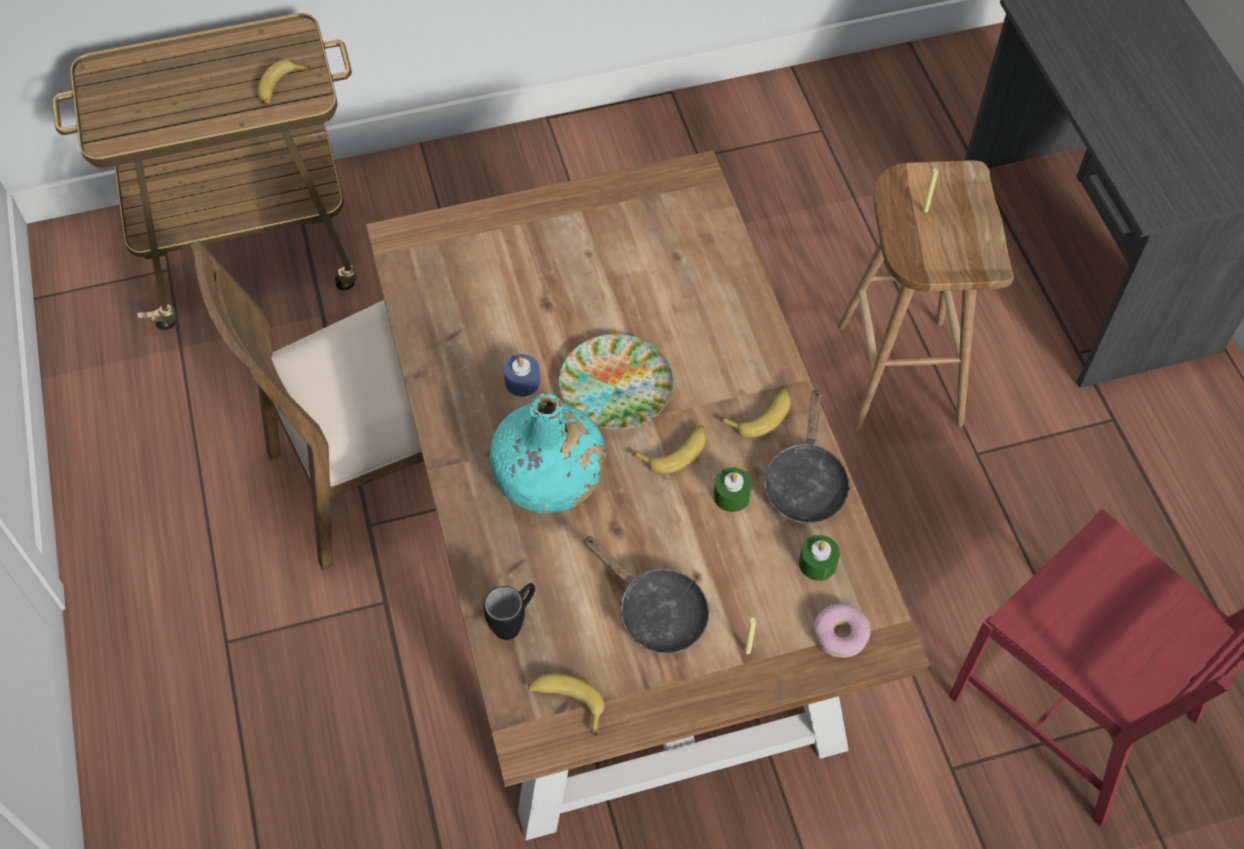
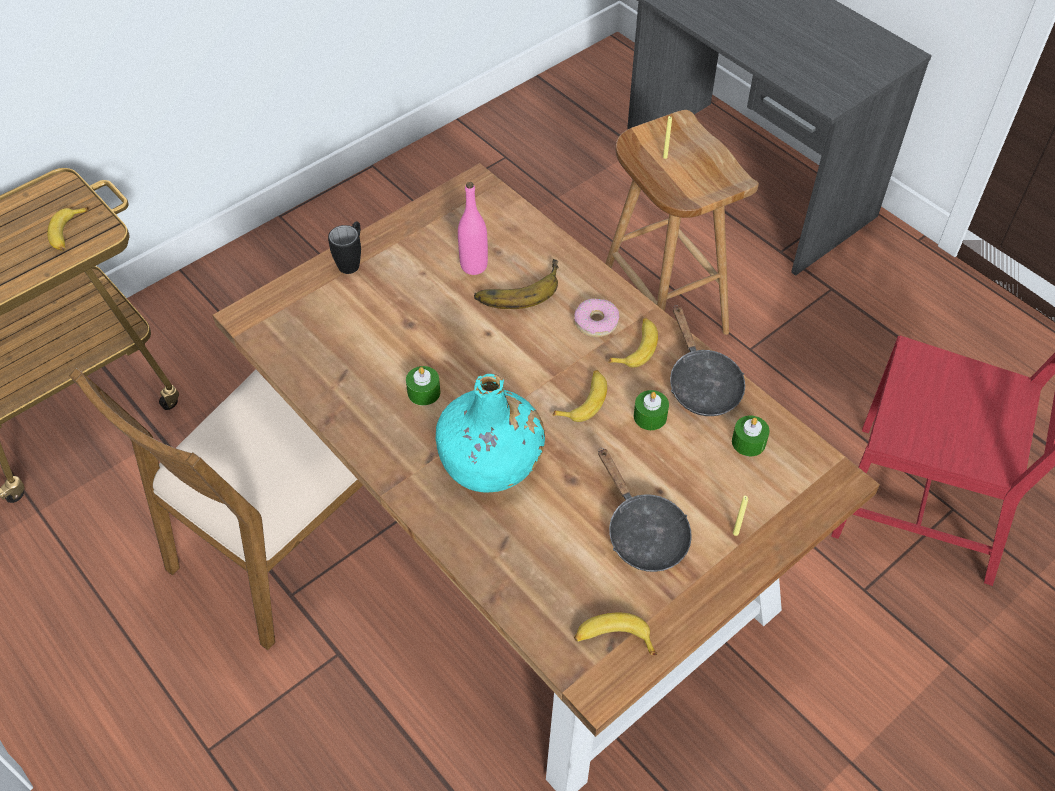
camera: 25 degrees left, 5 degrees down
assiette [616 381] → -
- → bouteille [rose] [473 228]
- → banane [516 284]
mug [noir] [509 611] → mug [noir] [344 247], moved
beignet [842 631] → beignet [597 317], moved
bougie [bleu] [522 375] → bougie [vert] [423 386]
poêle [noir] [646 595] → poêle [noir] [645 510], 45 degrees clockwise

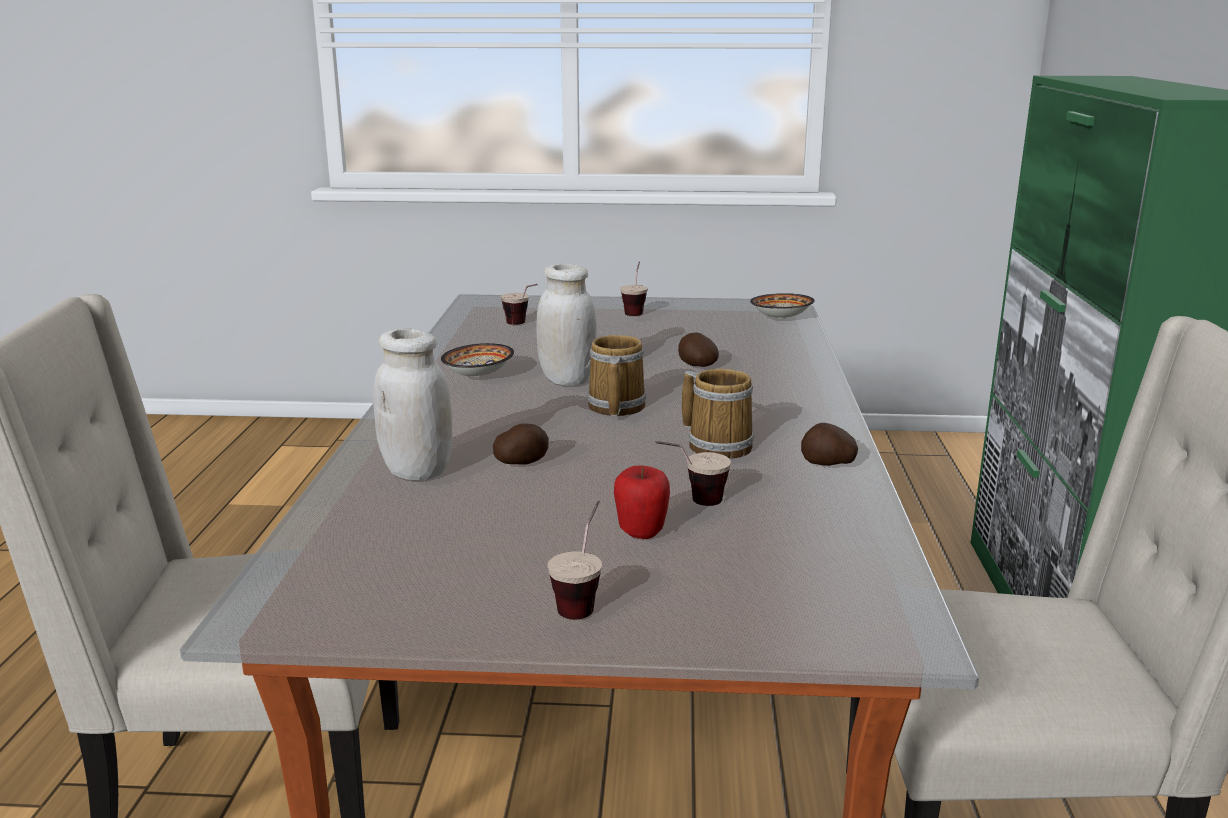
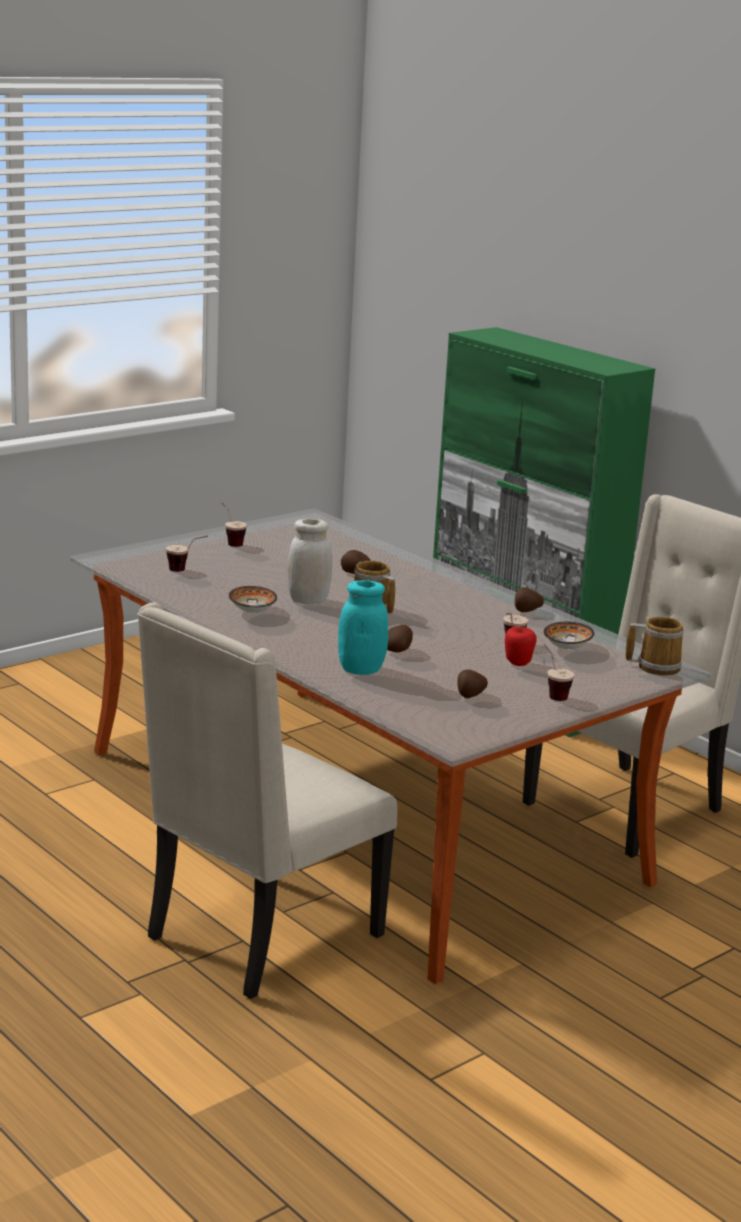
camera: 45 degrees left, 0 degrees up
- → pomme de terre [472 684]
mug [718 413] → mug [655 646], moved
bol [782 306] → bol [569 635], moved
bocal [blanc] [412 404] → bocal [turquoise] [363 627]

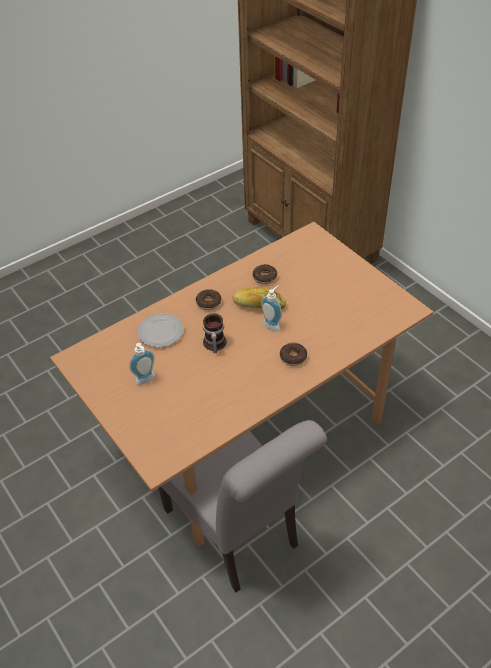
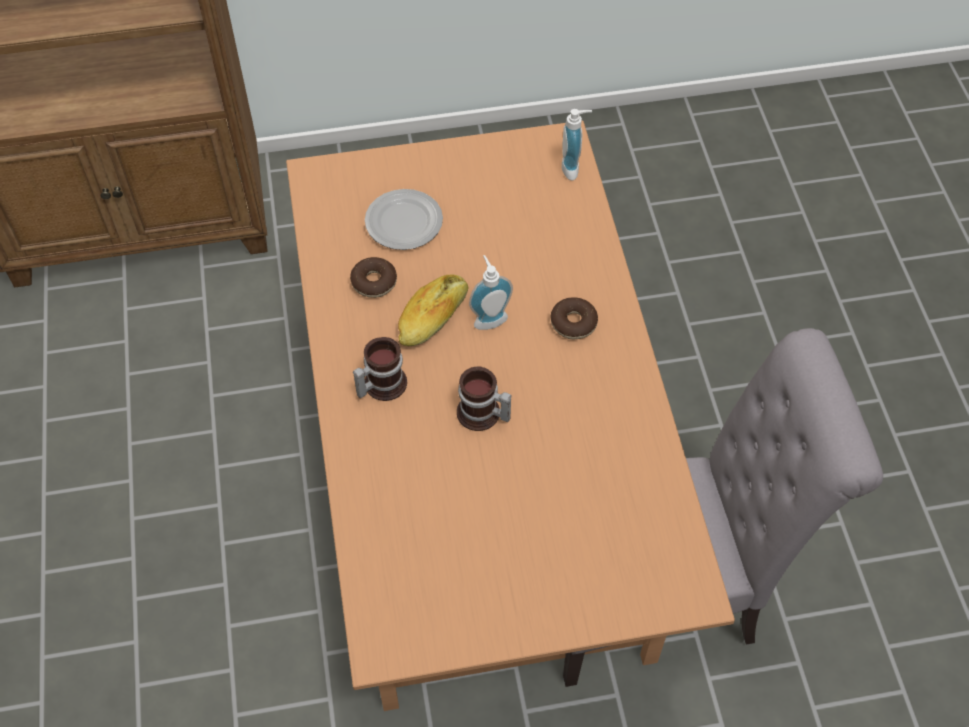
camera: 65 degrees left, 10 degrees up
distributeur de savon [142 364] → distributeur de savon [577 145], moved
assiette [160 330] → assiette [404 219], moved
beignet [208 299] → mug [380 369]

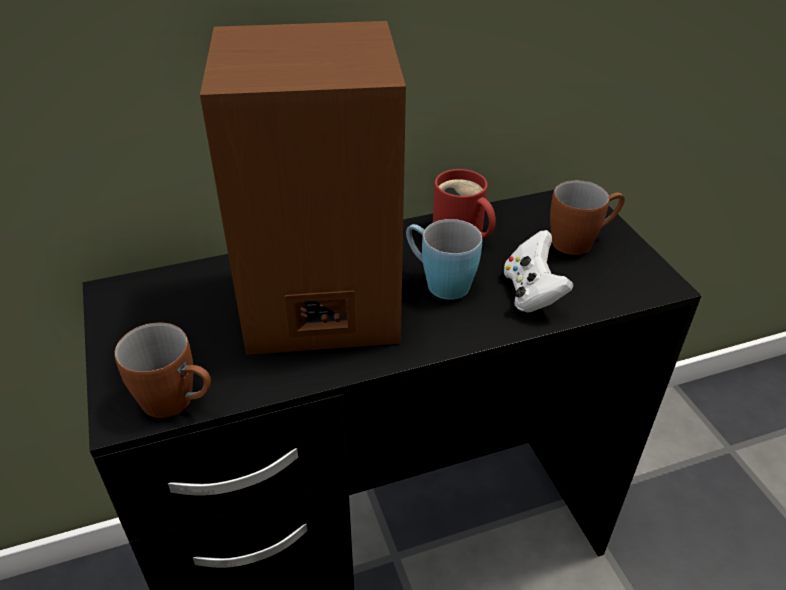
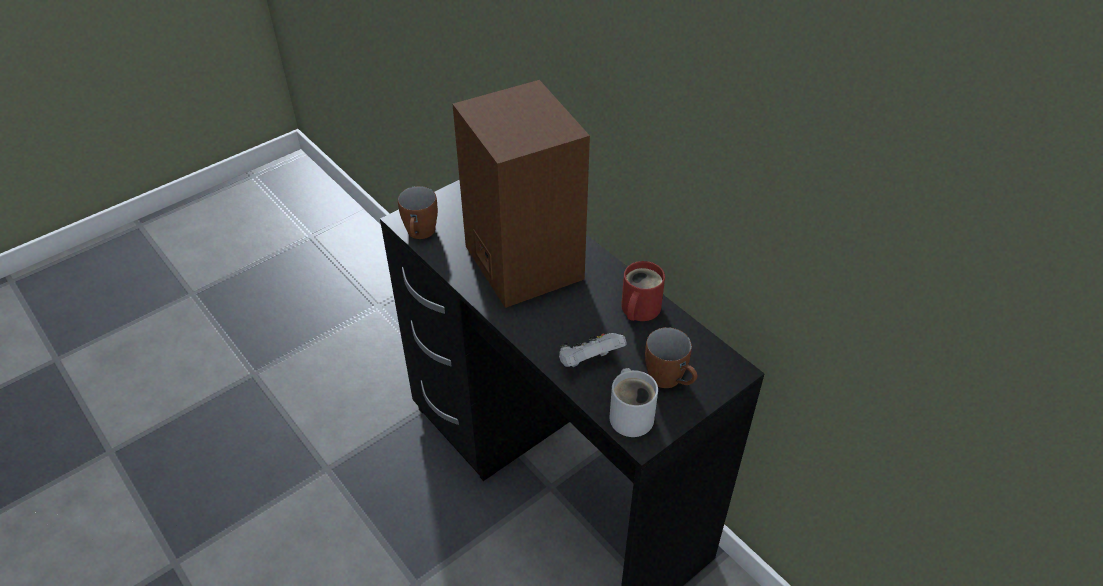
camera: 70 degrees right, 5 degrees up
mug [bleu] [444 259] → -
- → mug [blanc] [634 402]

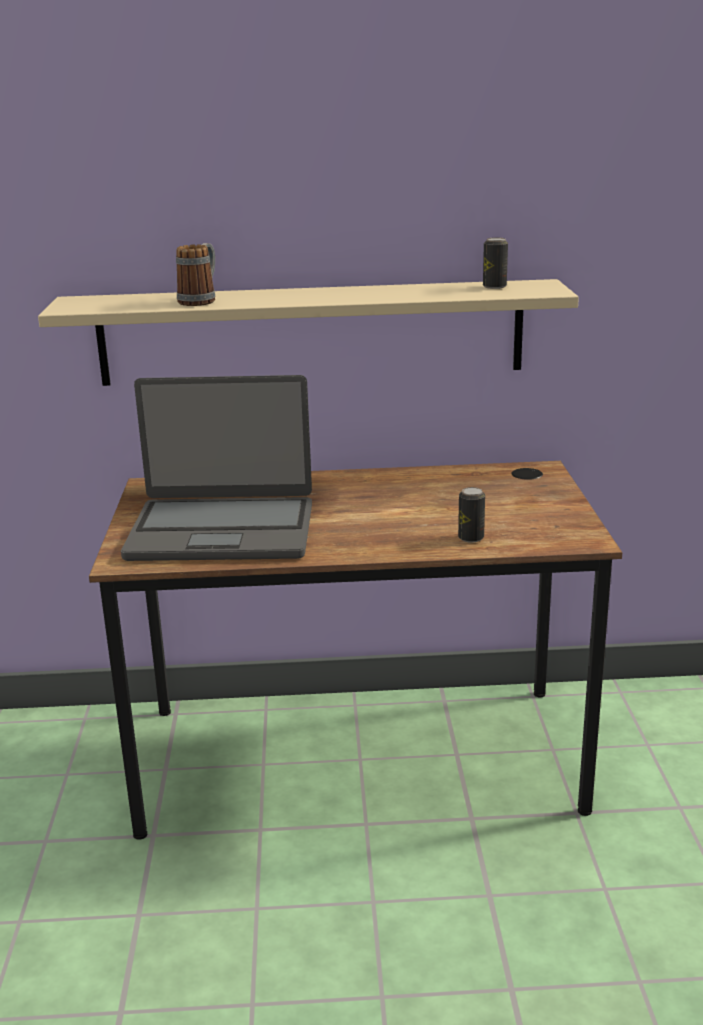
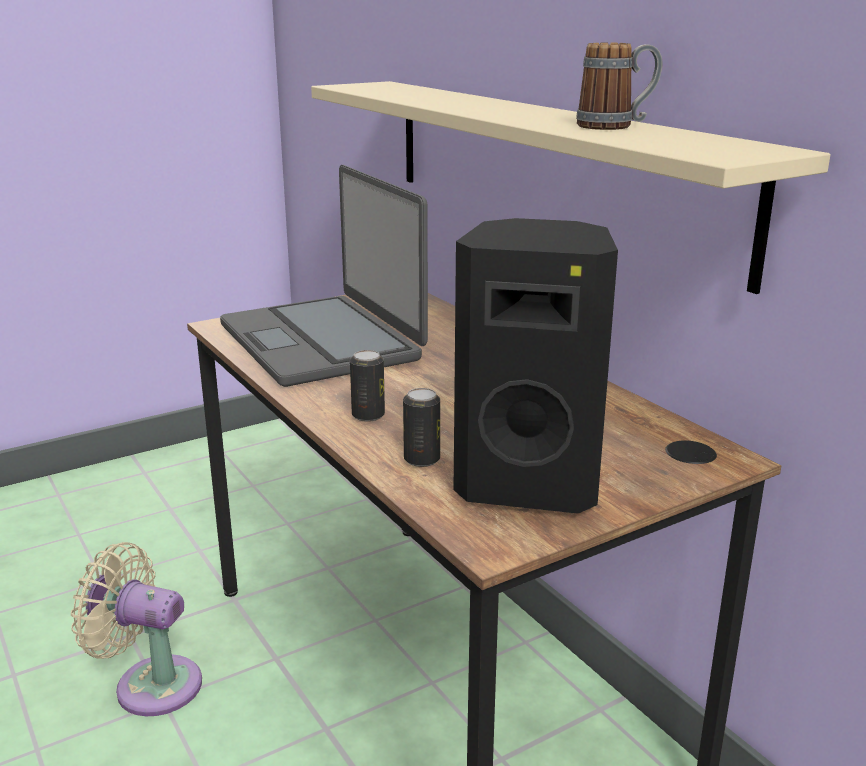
camera: 60 degrees right, 0 degrees up
- → ventilateur [beige] [136 629]
- → enceinte [noir] [536 366]
mug [195 274] → mug [619 86], moved
boîte métallique [495 263] → boîte métallique [367 386], moved

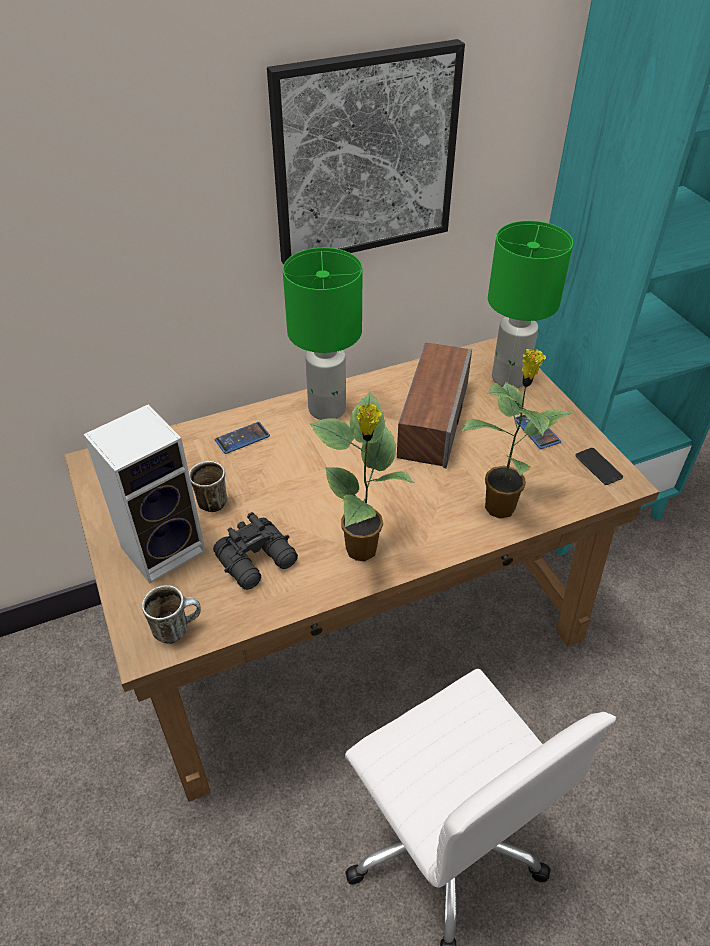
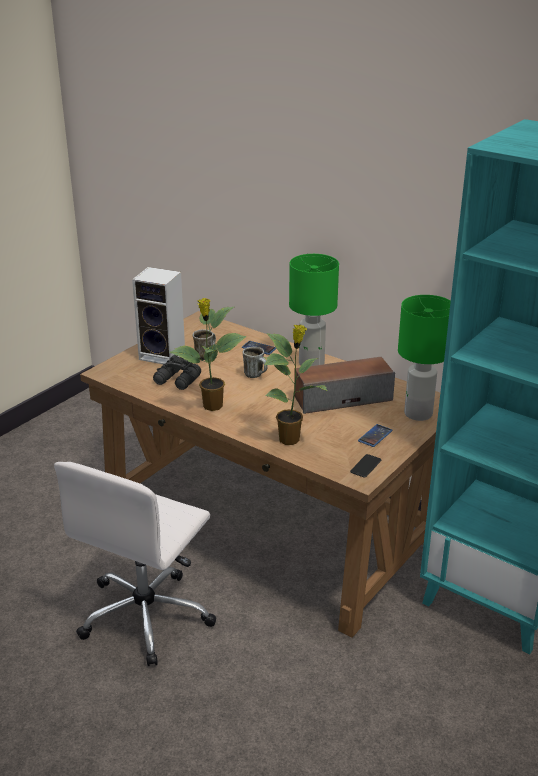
camera: 60 degrees right, 15 degrees down
tableau [366 151] → -
mug [171 614] → mug [255 362], moved

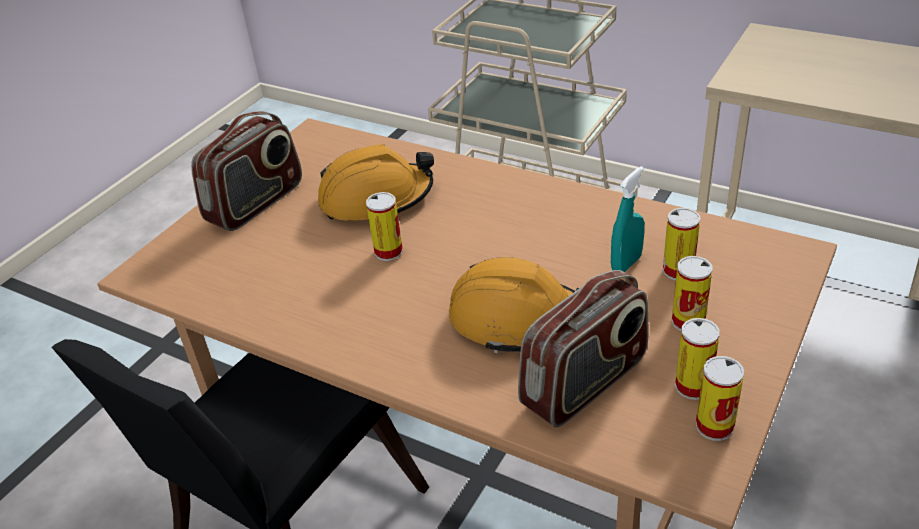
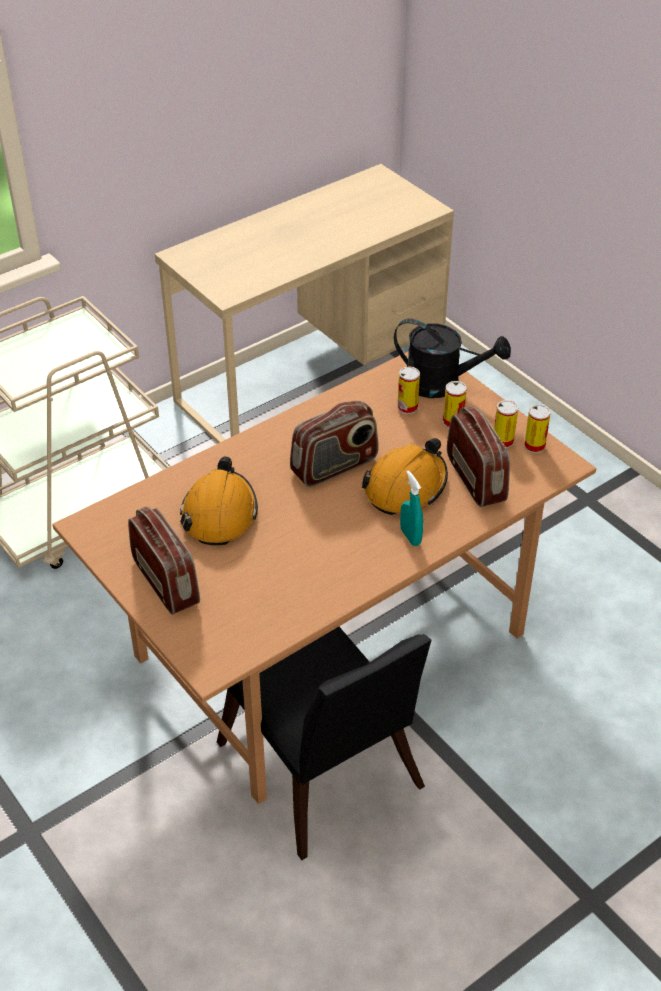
camera: 70 degrees left, 5 degrees up
boîte métallique [384 226] → -
- → radio [334 444]
- → arrosoir [noir] [452 358]
vaporisateur [turquoise] [628 219] → vaporisateur [turquoise] [411 508], moved

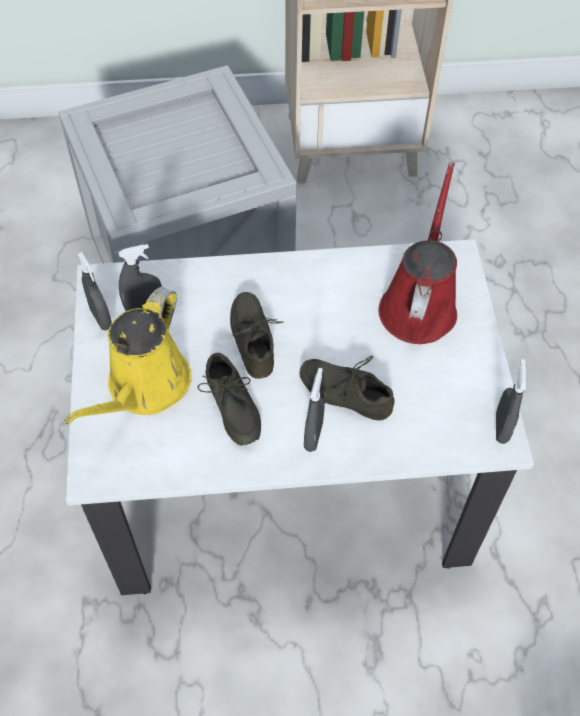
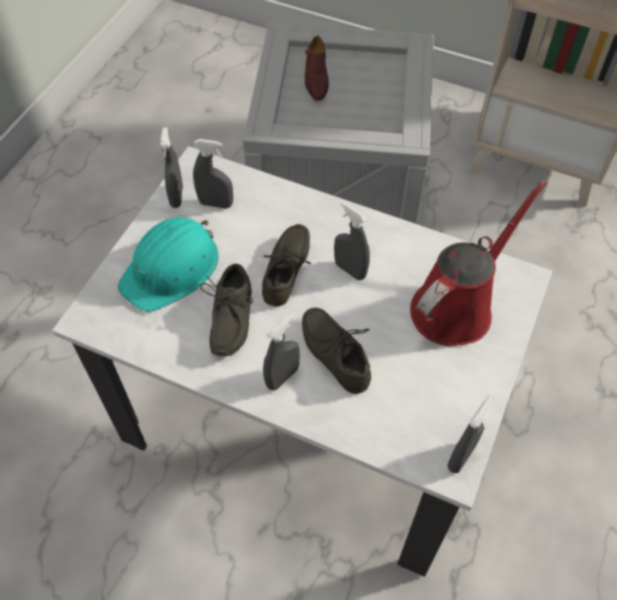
camera: 30 degrees right, 0 degrees up
- → chaussure [marron] [317 68]
- → vaporisateur [gris] [352 241]
arrosoir [jaune] [127 355] → casque de chantier [turquoise] [168 264]

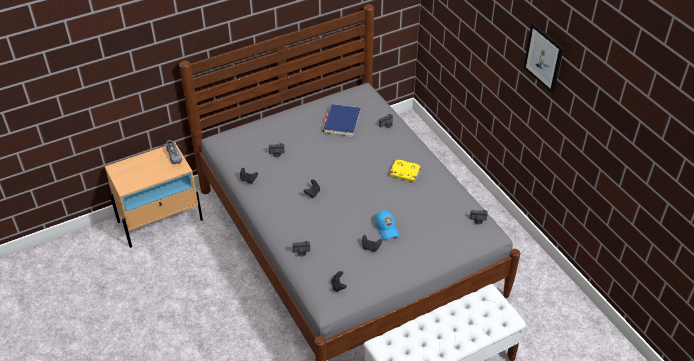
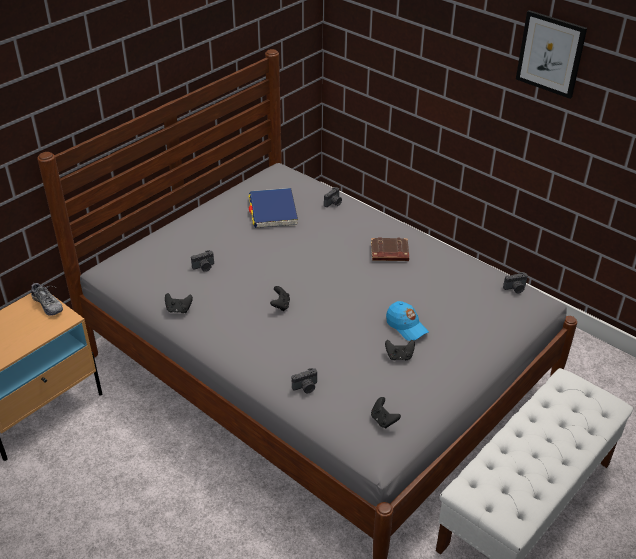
camera: 20 degrees left, 5 degrees down
livre [jaune] [405 170] → livre [marron] [390 249]

